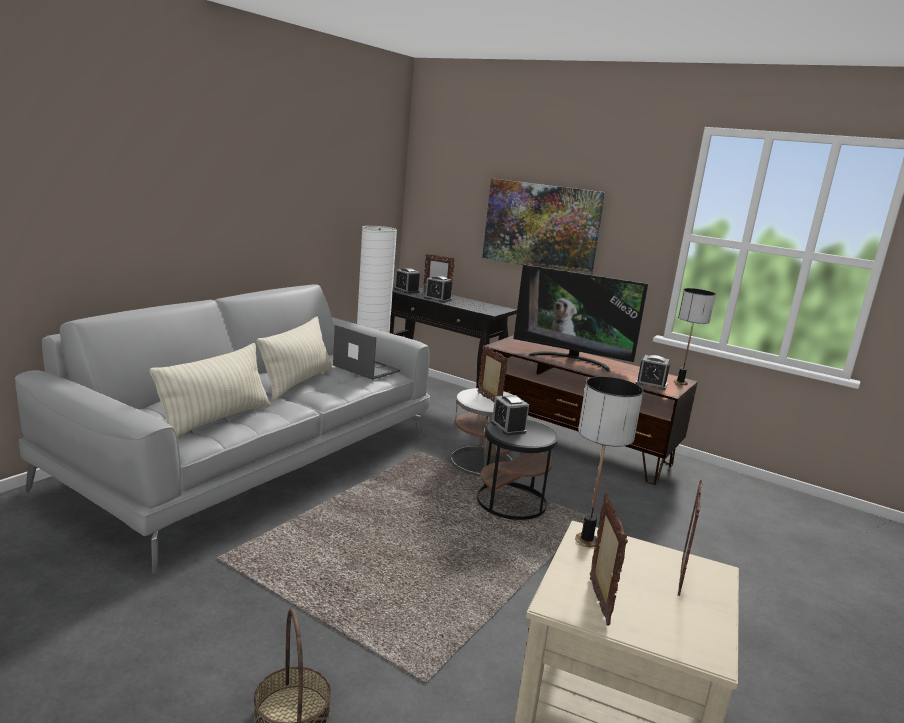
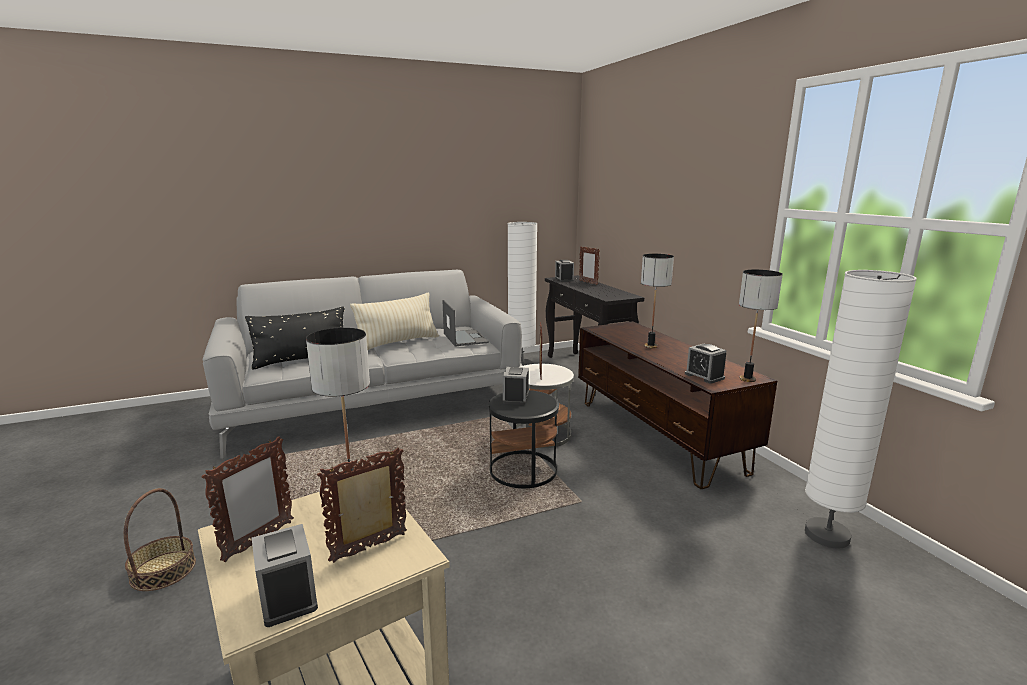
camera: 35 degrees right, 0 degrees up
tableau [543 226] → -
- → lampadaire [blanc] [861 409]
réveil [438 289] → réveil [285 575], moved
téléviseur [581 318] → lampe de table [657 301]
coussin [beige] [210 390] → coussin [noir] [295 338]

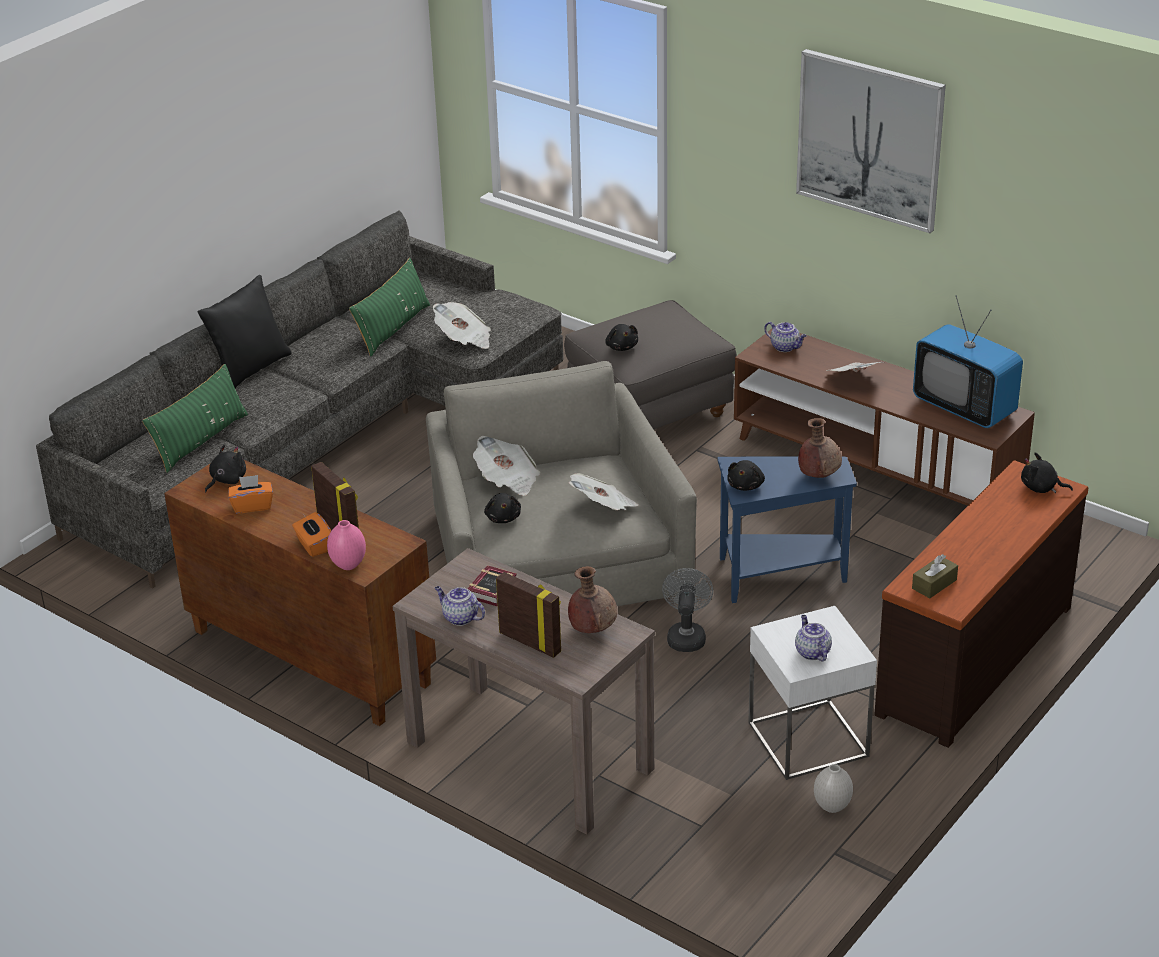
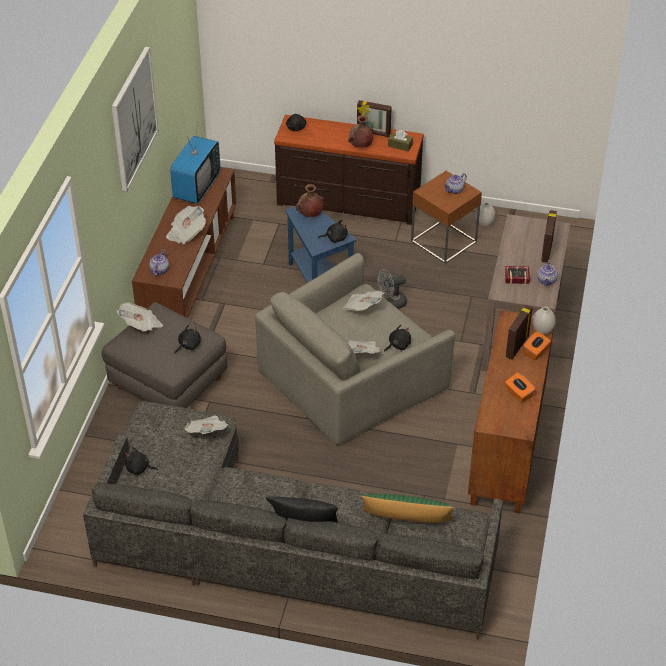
camera: 115 degrees left, 10 degrees up
coussin [vert] [389 307] → -
- → journal [140 317]
- → cadre photo [374 118]
peluche [noir] [225 468] → peluche [noir] [141 461], moved
vase [marron] [592 599] → vase [marron] [360 131], moved
vase [rose] [346 545] → vase [blanc] [544 321]
table d'appoint [blanc] [812 693] → table d'appoint [marron] [446 217]

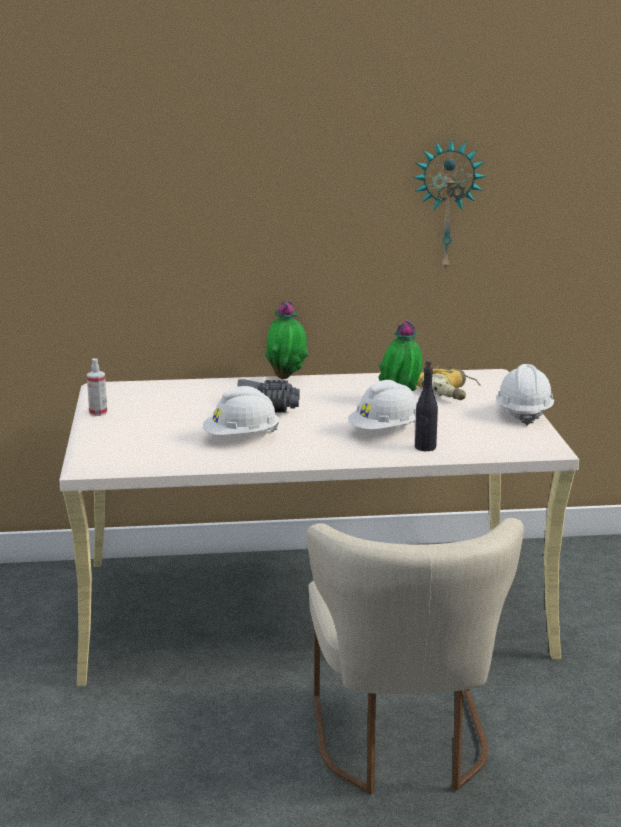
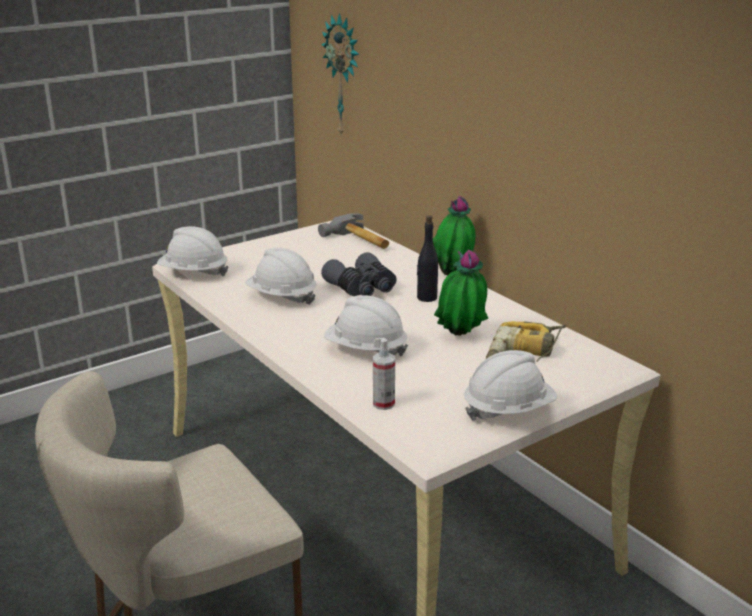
camera: 60 degrees right, 5 degrees up
- → casque de chantier [blanc] [193 251]
- → marteau [353 231]
vaporisateur [97 387] → vaporisateur [384 374], moved
horloge murale [449 205] → horloge murale [340 75], moved
bouteille [noir] [426 405] → bouteille [noir] [427 258], moved

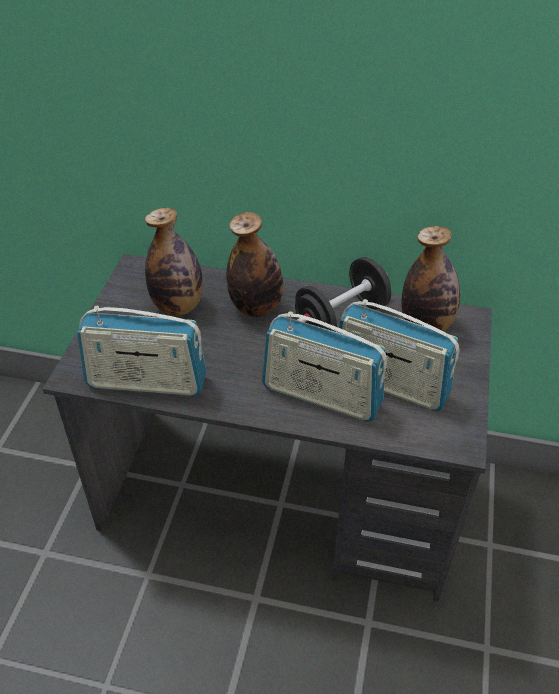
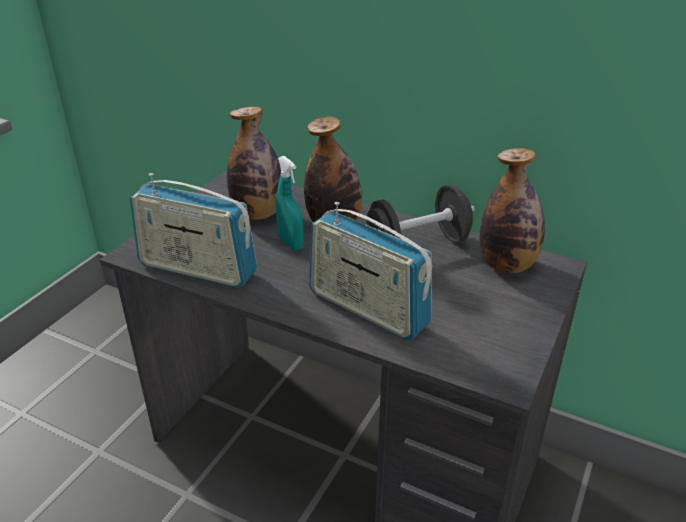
camera: 15 degrees right, 10 degrees down
radio [399 355] → -
- → vaporisateur [turquoise] [290 203]

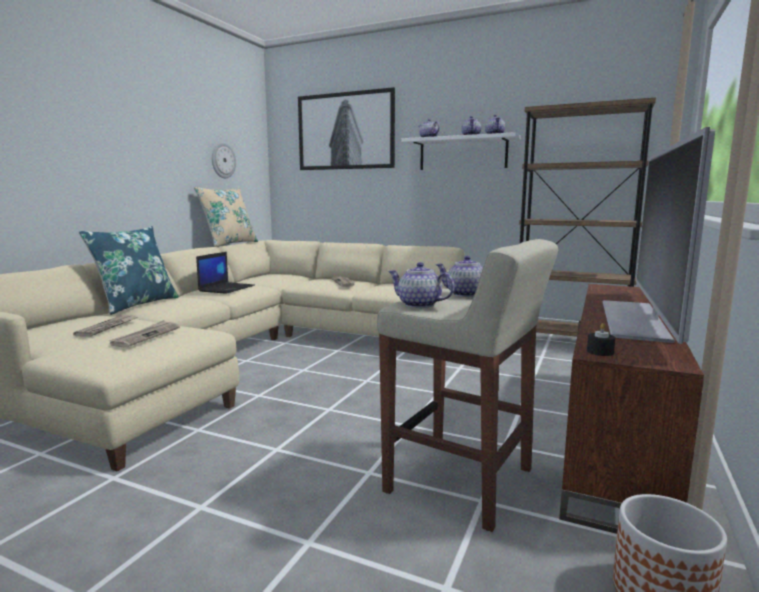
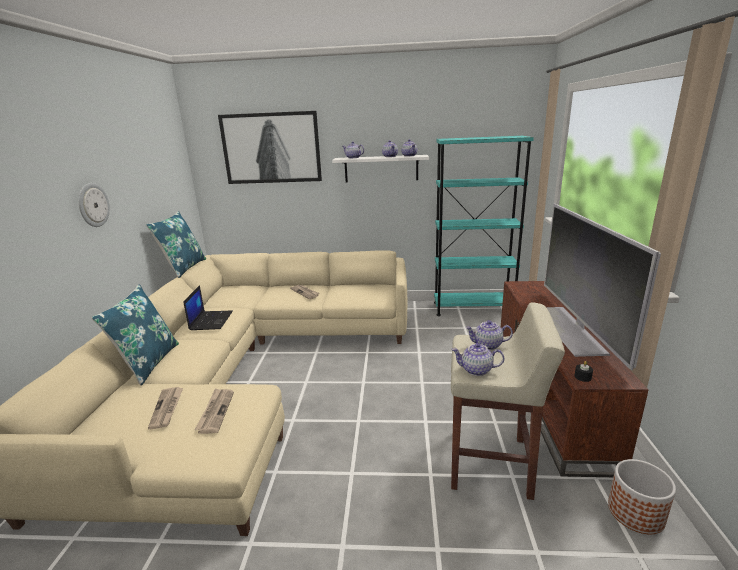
camera: 20 degrees left, 10 degrees up
horloge murale [224 160] → horloge murale [94 205], moved
coussin [beige] [226 217] → coussin [bleu] [176 244]
bibliothèque [marron] [587 217] → bibliothèque [turquoise] [484 226]

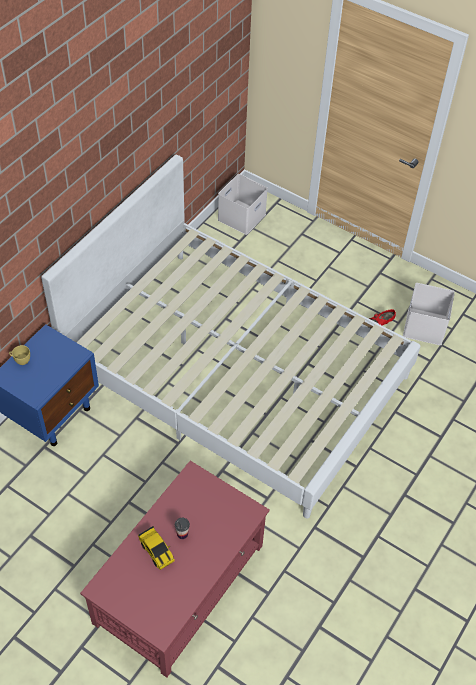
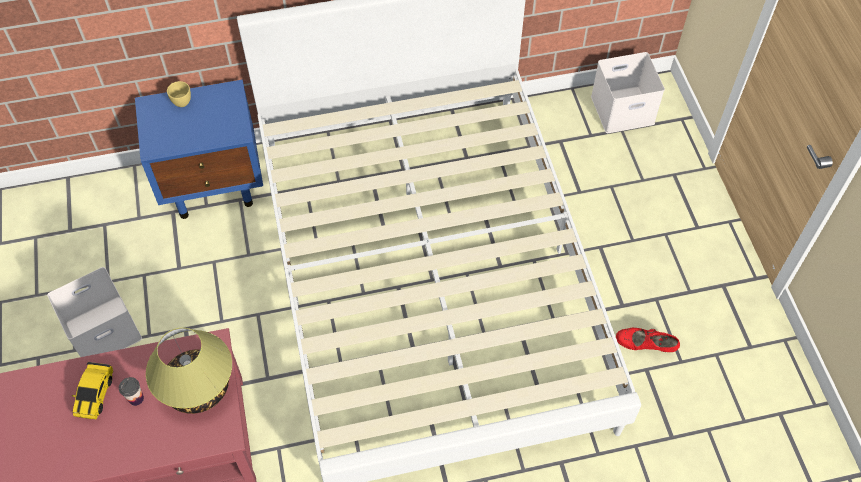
camera: 45 degrees right, 5 degrees up
- → lampe de table [189 371]
boîte de rangement [blanc] [429 314] → boîte de rangement [blanc] [94 312], moved

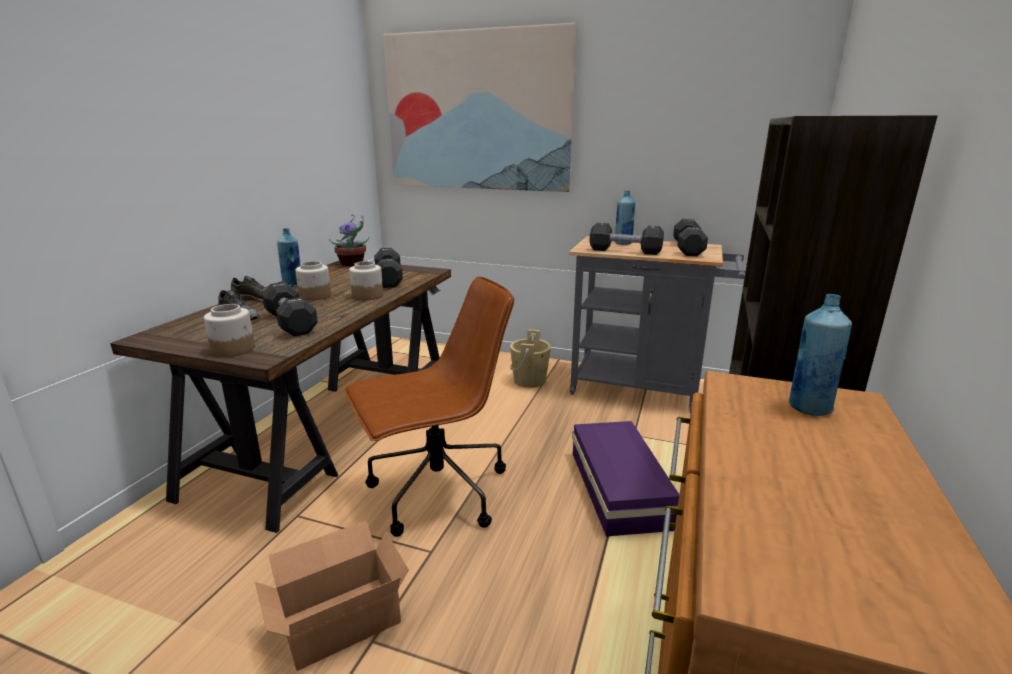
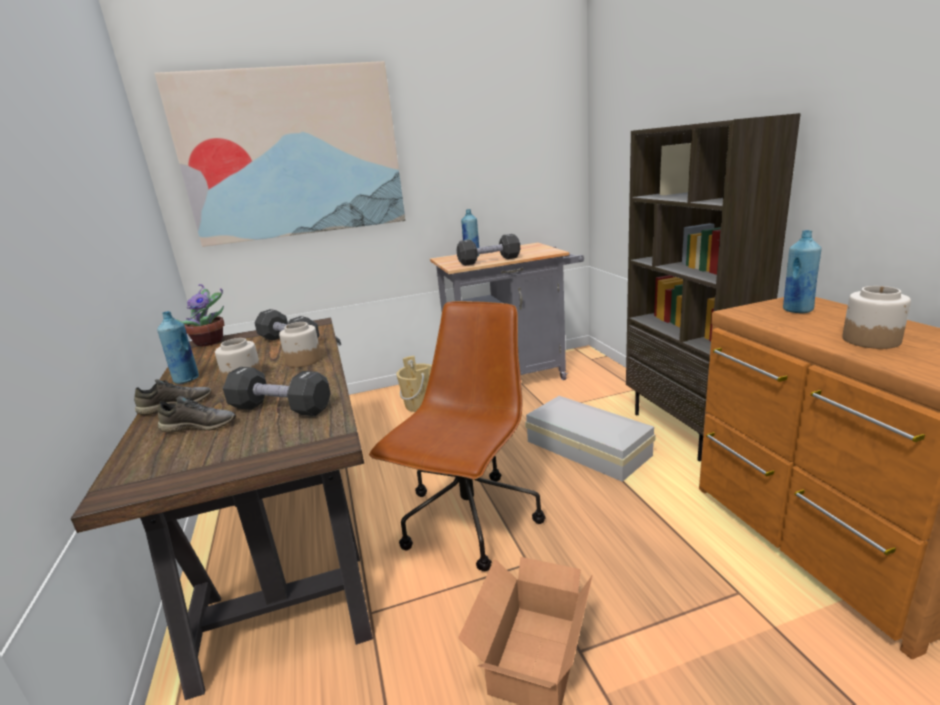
camera: 35 degrees left, 0 degrees up
haltère [noir] [690 237] → -
bocal [229 330] → bocal [876 317], moved
boîte de rangement [violet] [625 479] → boîte de rangement [blanc] [590 439]

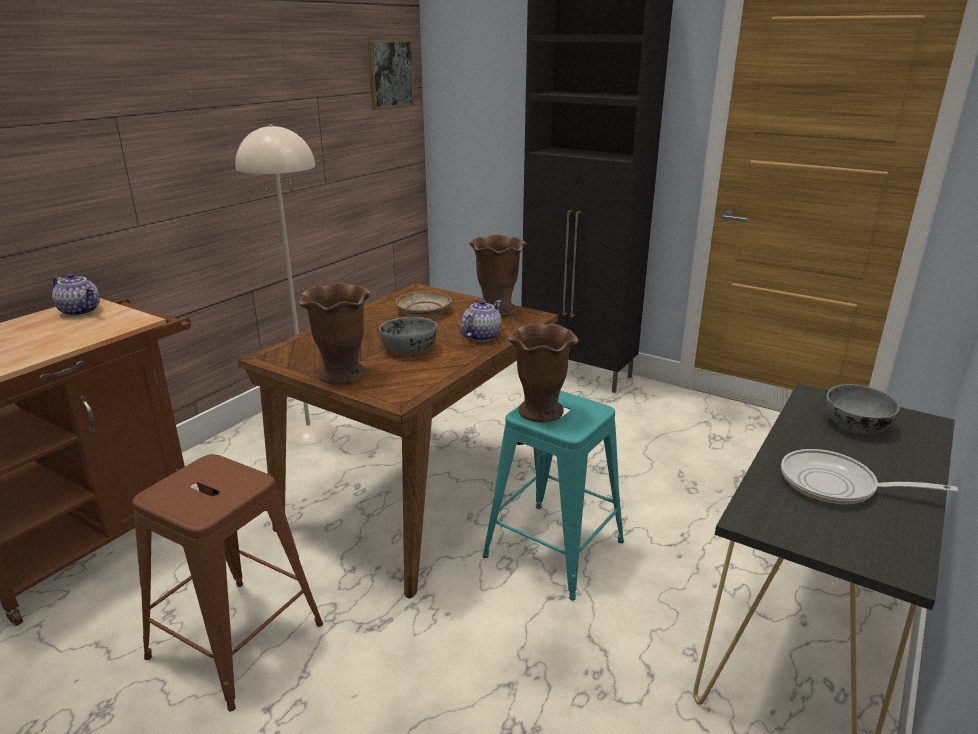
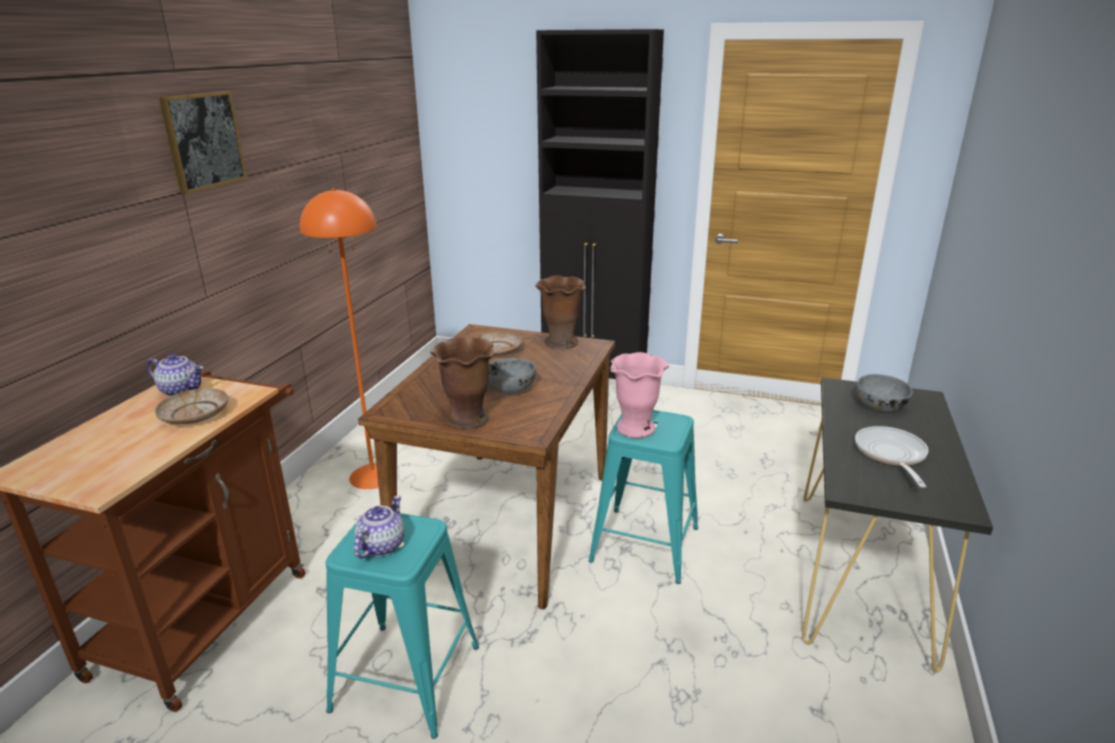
camera: 15 degrees left, 0 degrees up
- → assiette [beige] [191 406]
tableau [391 75] → tableau [203 142], moved
théière [481 321] → théière [379 526], moved
tabouret [marron] [227 582] → tabouret [turquoise] [402 626]
lampadaire [beige] [284 284] → lampadaire [orange] [339 338]
vase [marron] [543 373] → vase [rose] [639 395]
poêle [869 476] → poêle [891 457], 90 degrees clockwise

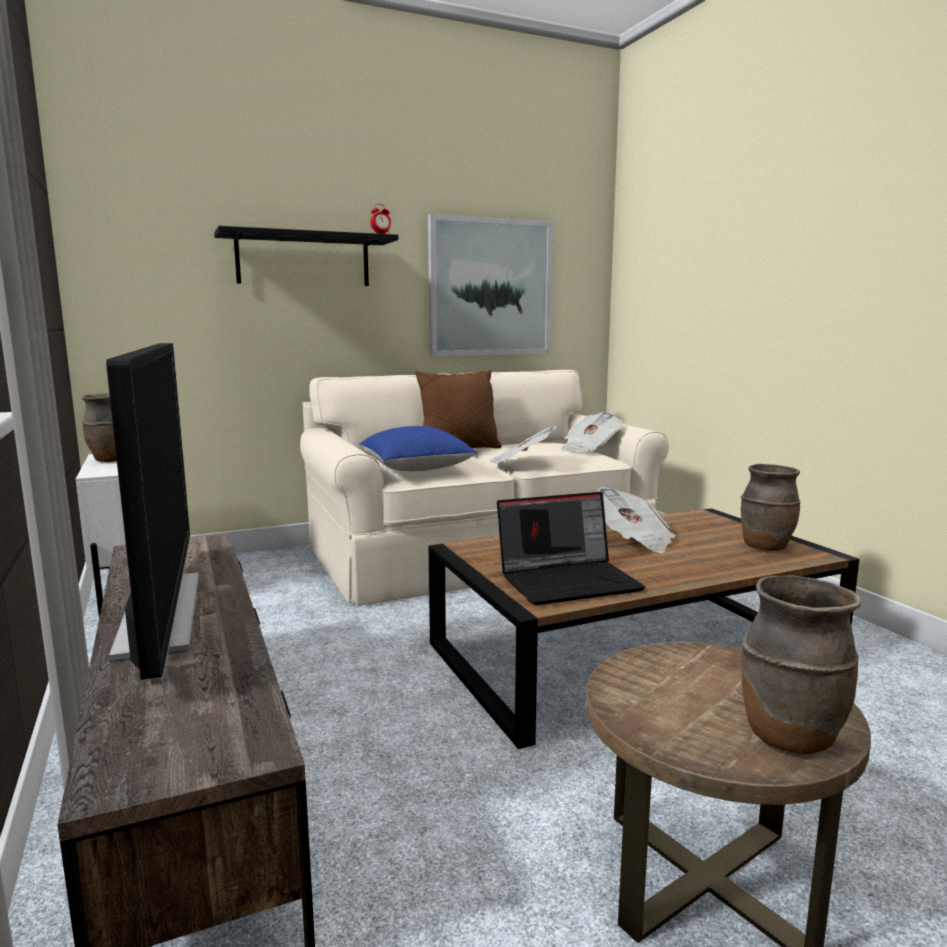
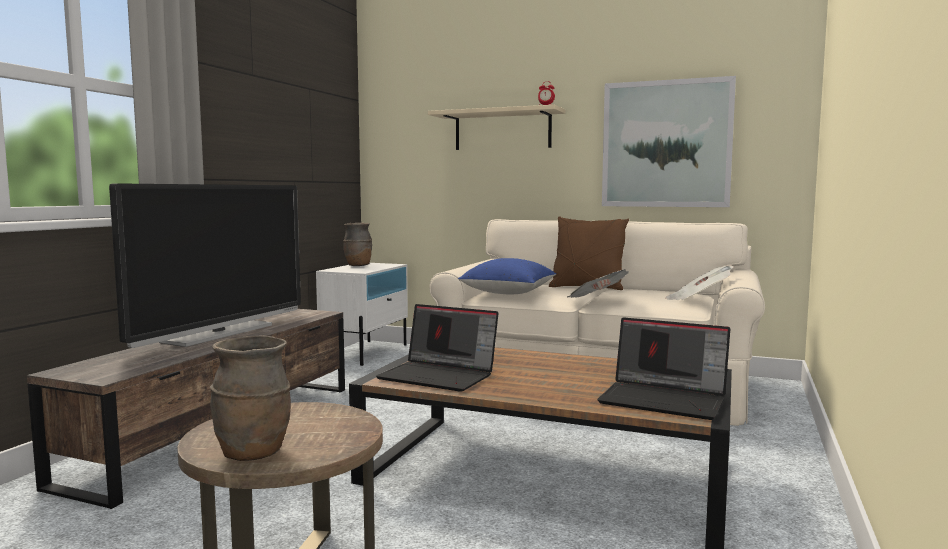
camera: 45 degrees right, 5 degrees down
journal [636 520] → -
vase [marron] [770 507] → ordinateur portable [663 368]
étagère [noir] [306 256] → étagère [beige] [496 127]

